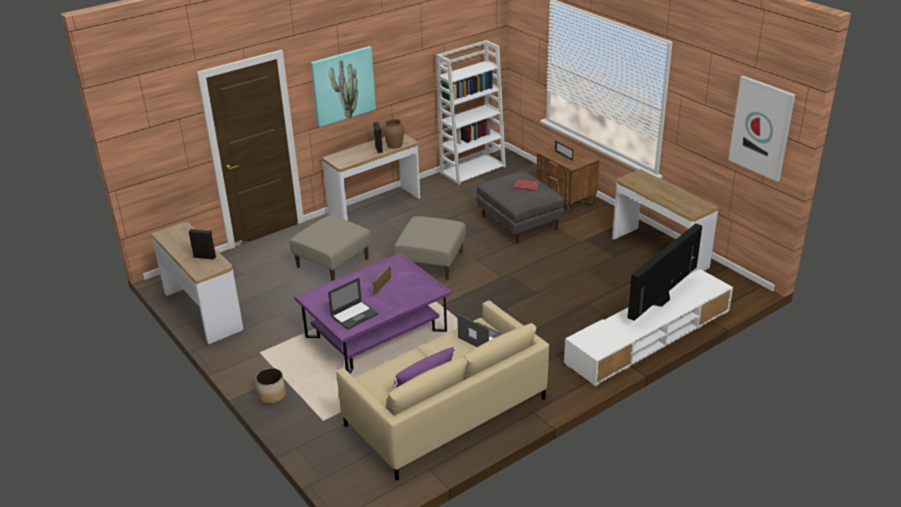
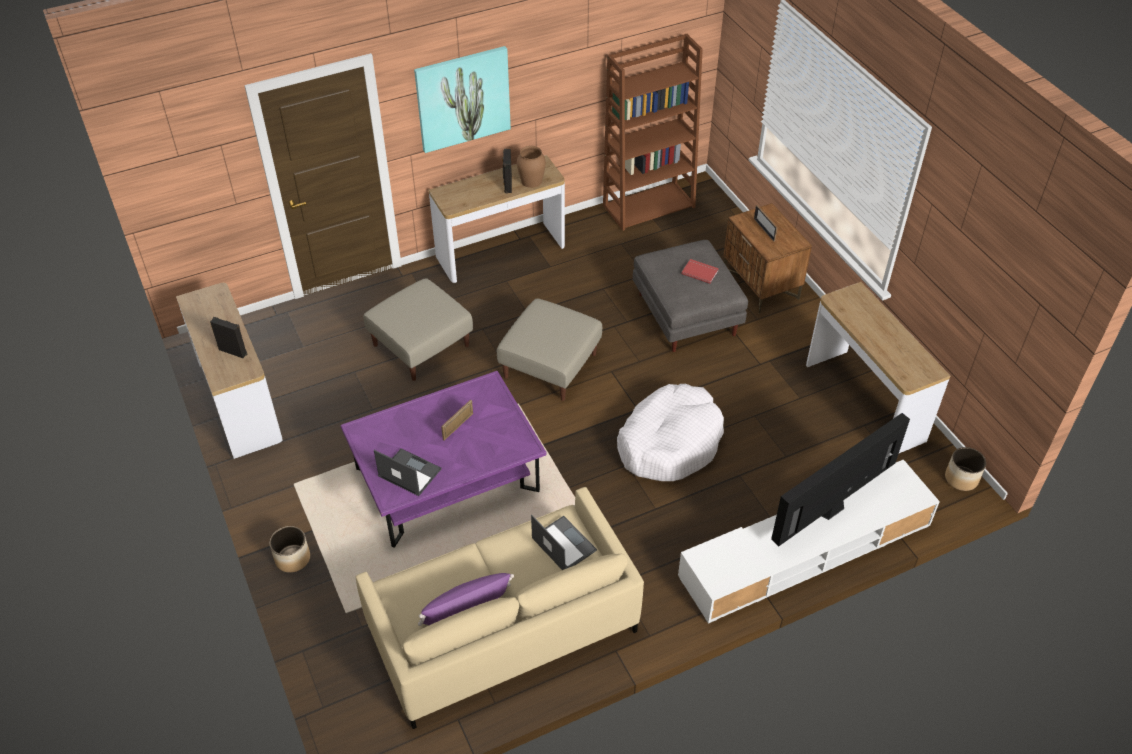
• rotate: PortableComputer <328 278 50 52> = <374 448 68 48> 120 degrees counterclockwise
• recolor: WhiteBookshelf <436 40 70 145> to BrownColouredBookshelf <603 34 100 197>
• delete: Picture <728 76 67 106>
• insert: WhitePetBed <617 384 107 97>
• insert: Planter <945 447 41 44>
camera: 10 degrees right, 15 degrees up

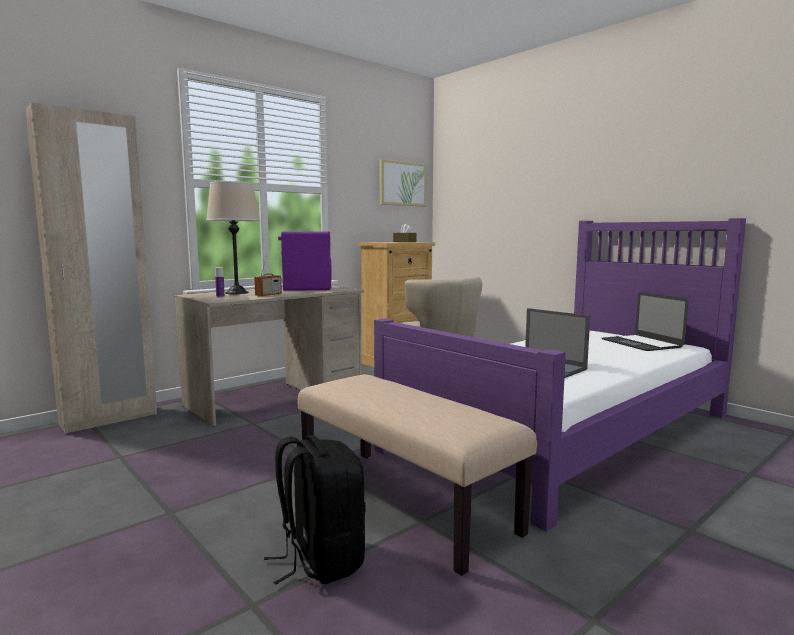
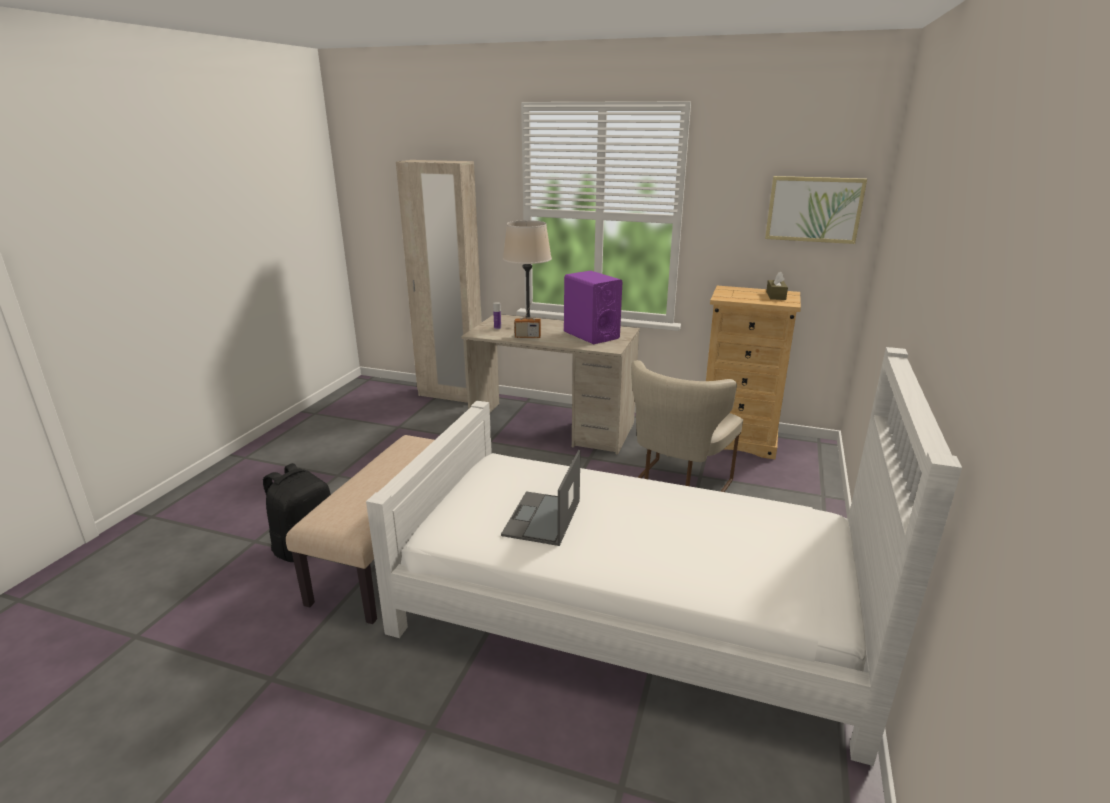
• recolor: PurplishBed <374 218 372 314> to WhiteBed <366 347 596 419>
• delete: PortableComputer <602 292 86 59>
camera: 60 degrees right, 15 degrees up

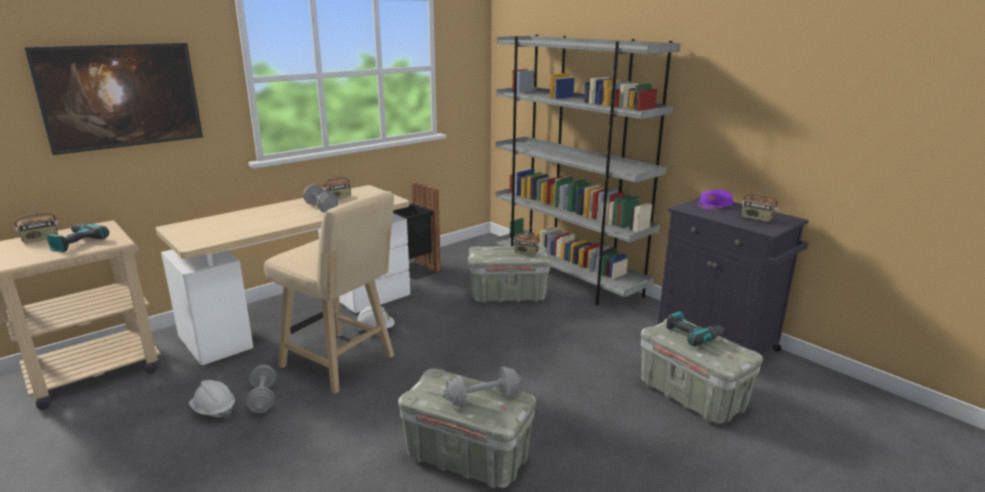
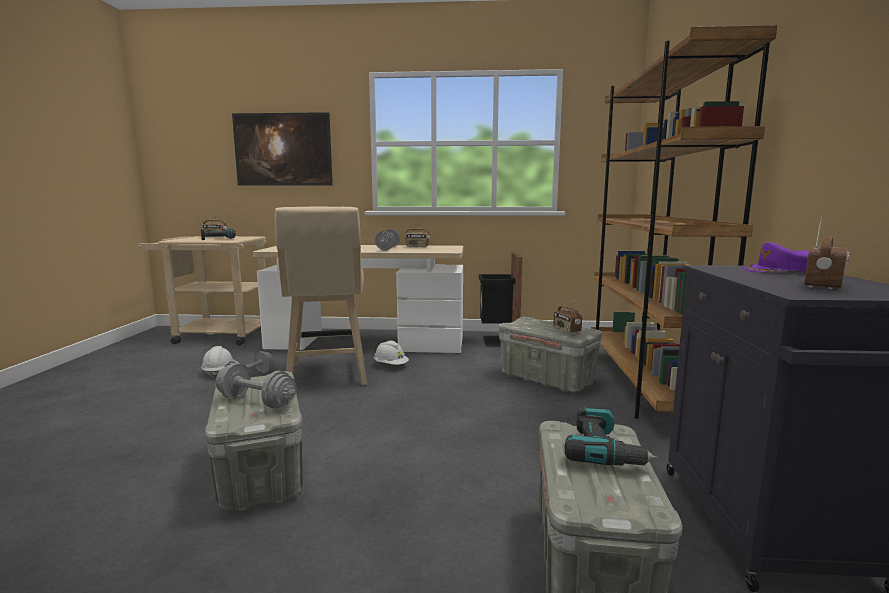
• recolor: GrayBookshelf <495 34 186 271> to BrownColouredBookshelf <591 25 186 394>
• rotate: RadioReceiver <742 186 36 36> = <804 216 45 73> 135 degrees counterclockwise
camera: 45 degrees right, 10 degrees down

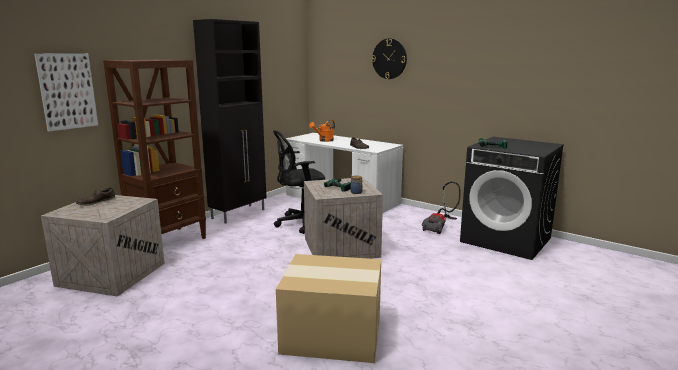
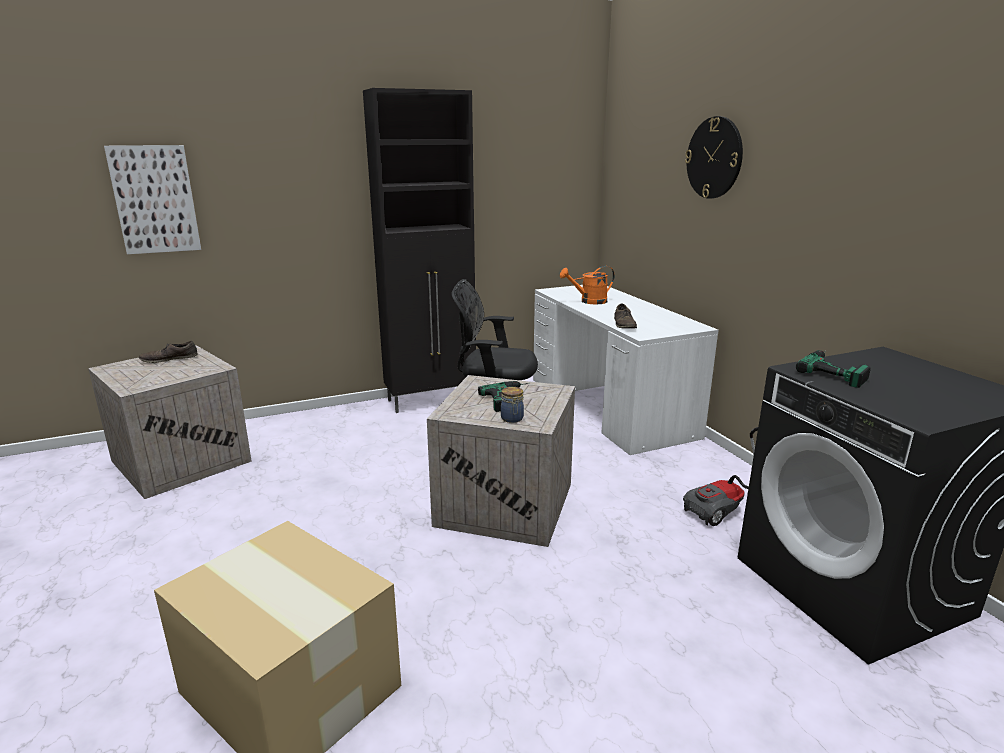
• delete: BrownColouredBookshelf <103 59 103 180>
camera: 30 degrees right, 5 degrees up

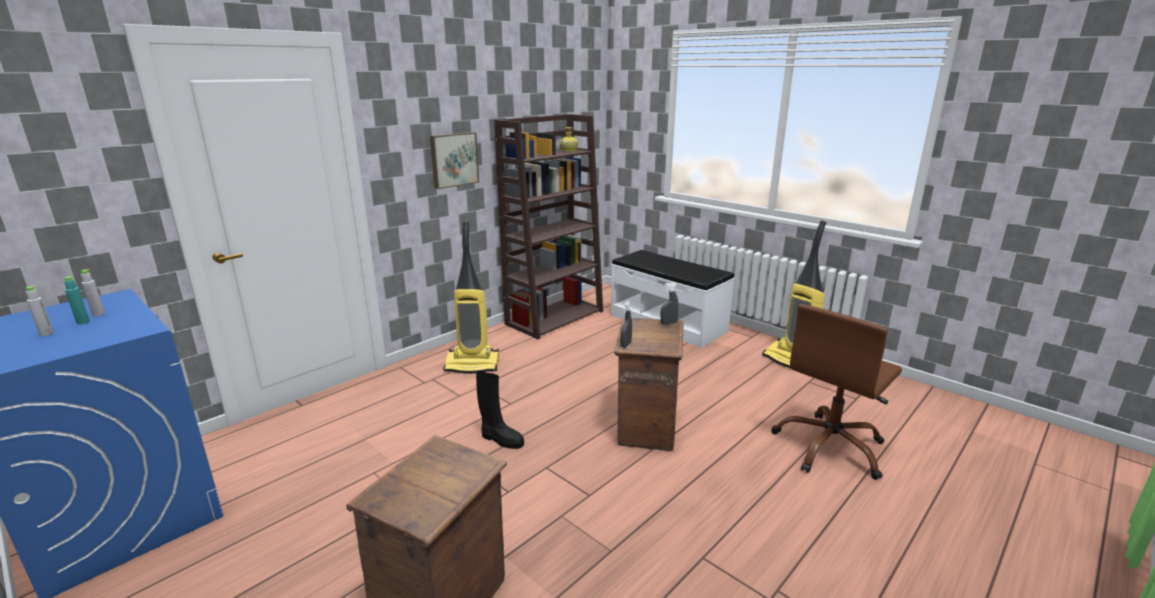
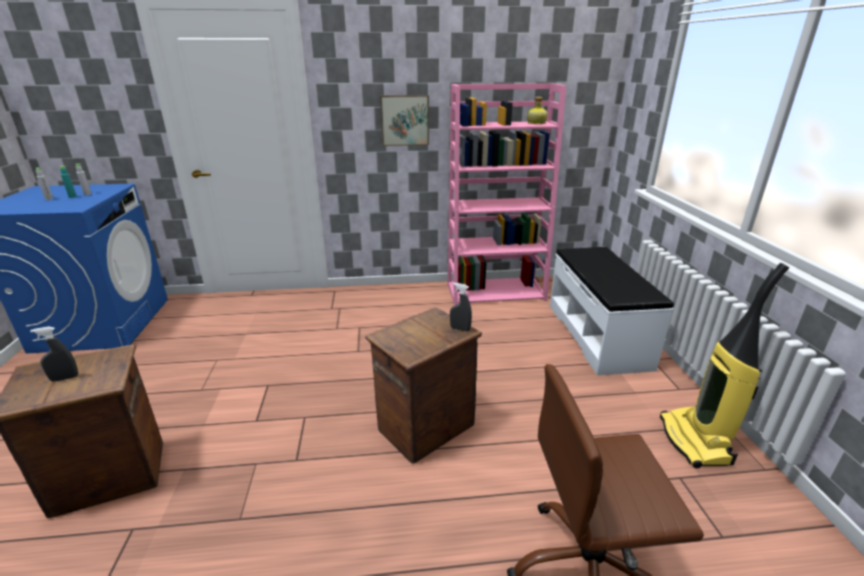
• delete: Hoover <443 222 56 152>
• delete: BlackBoot <476 371 48 78>
• recolor: BrownColouredBookshelf <494 114 109 225> to PinkColouredBookshelf <448 83 118 223>
• move: GrayHandSprayer <621 301 11 47> to <30 327 48 55>
camera: 40 degrees right, 5 degrees up

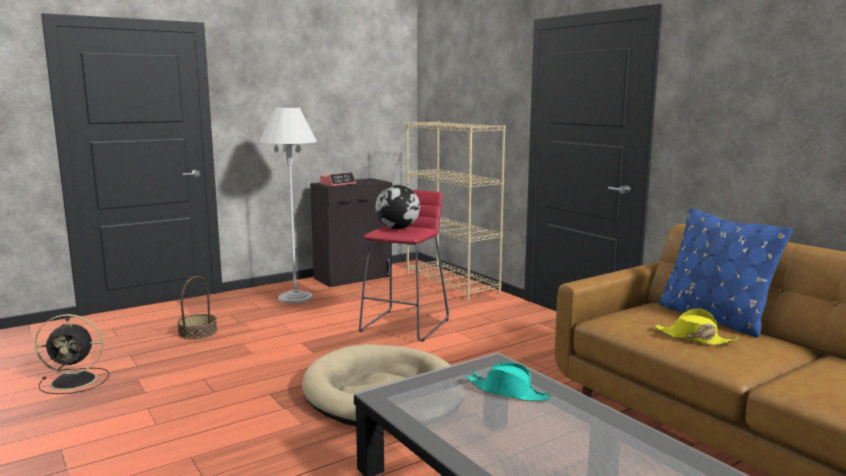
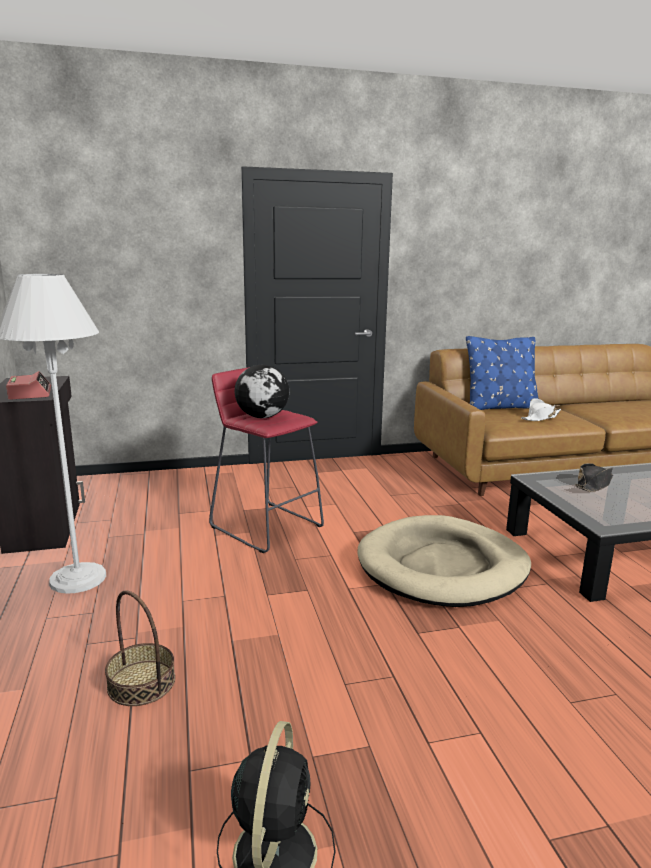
• delete: BeigeColouredBookshelf <406 121 100 179>
• recolor: TurquoiseClothingHat <466 362 87 39> to BlackClothingHat <575 463 38 29>
• recolor: YellowClothingHat <654 308 86 38> to WhiteClothingHat <521 398 40 23>
camera: 70 degrees left, 5 degrees up

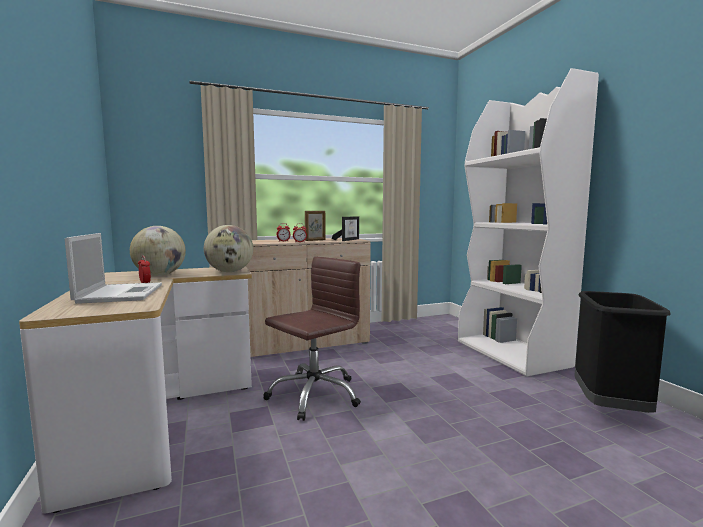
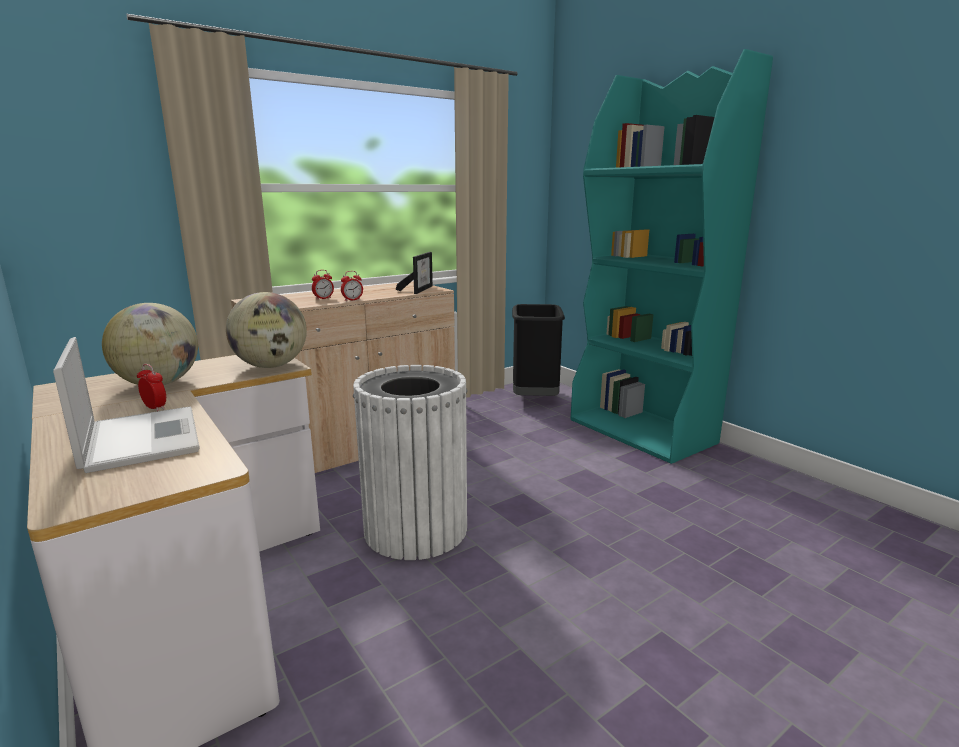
• replace: BrownColouredComputerChair <263 257 98 164> to WhiteWasteBin <353 365 114 195>
• delete: PhotoFrame <305 211 21 30>
• recolor: WhiteBookshelf <458 68 141 308> to TurquoiseBookshelf <570 49 203 415>
• move: BlackWasteBin <574 291 97 122> to <512 304 53 92>
camera: 15 degrees left, 10 degrees up

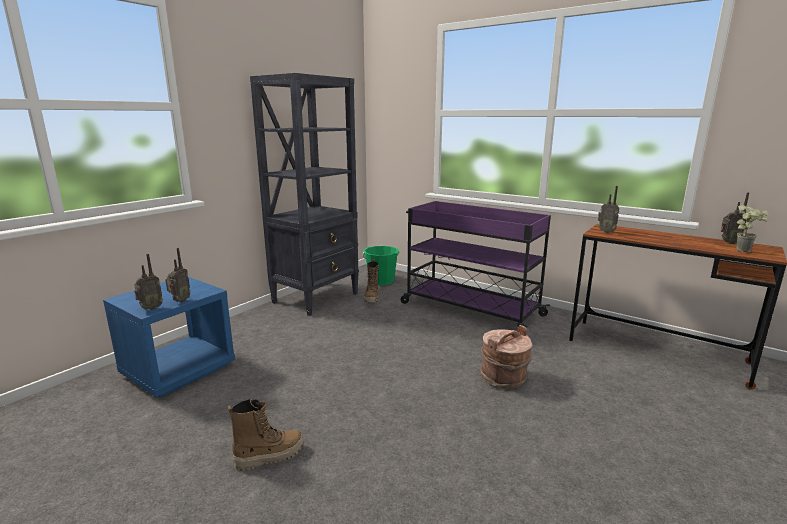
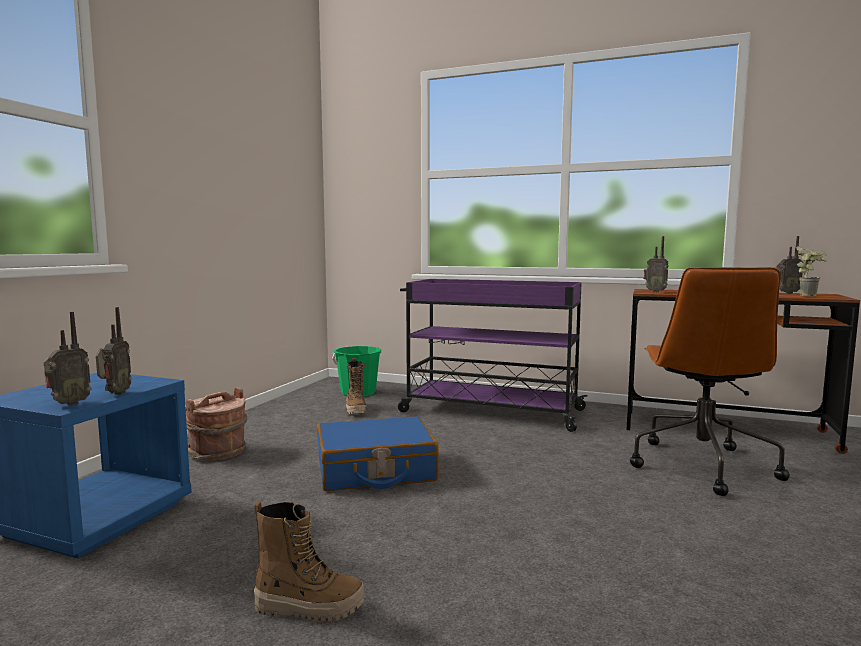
• rotate: Boot <228 399 75 72> = <254 501 111 120> 45 degrees clockwise
• delete: BlackBookshelf <250 73 109 243>
• move: BrownColouredWaterBucket <480 325 52 64> to <185 387 62 74>
• insert: BluishSuitcase <317 416 122 75>
• insert: BrownColouredComputerChair <630 267 160 229>
camera: 15 degrees left, 10 degrees down

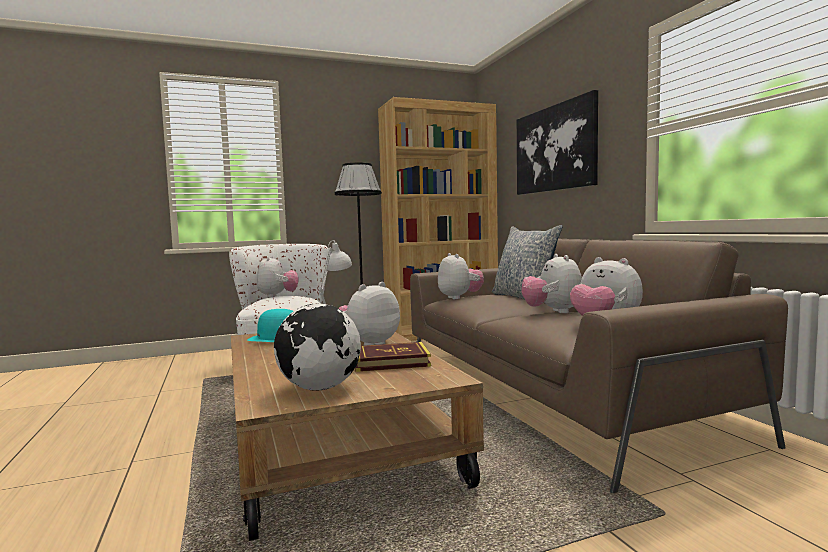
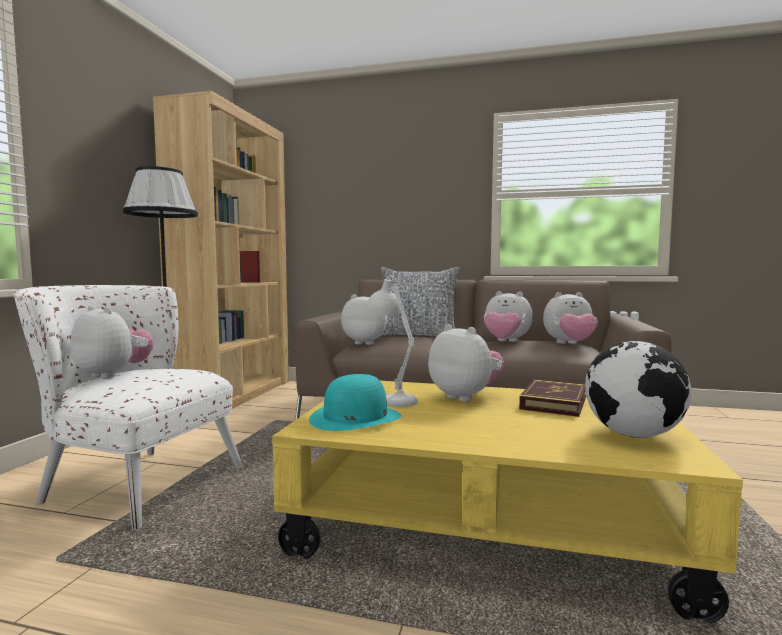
• recolor: BrownColouredCoffeeTable <231 332 253 209> to YellowCoffeeTable <272 381 471 242>
• rotate: CuddlyToy <338 282 62 64> = <428 324 76 78> 150 degrees clockwise
• delete: Picture <517 90 81 105>
camera: 55 degrees left, 0 degrees up

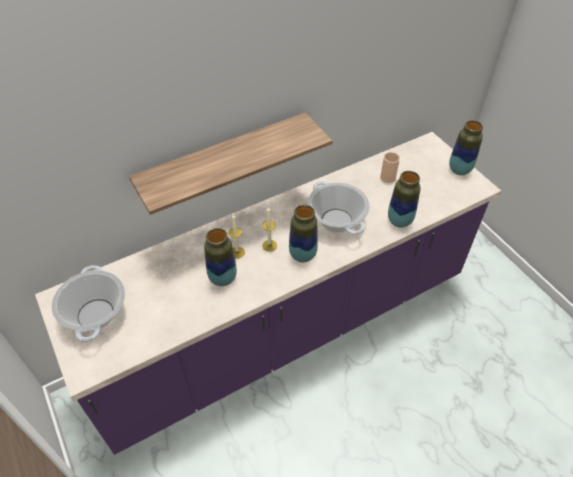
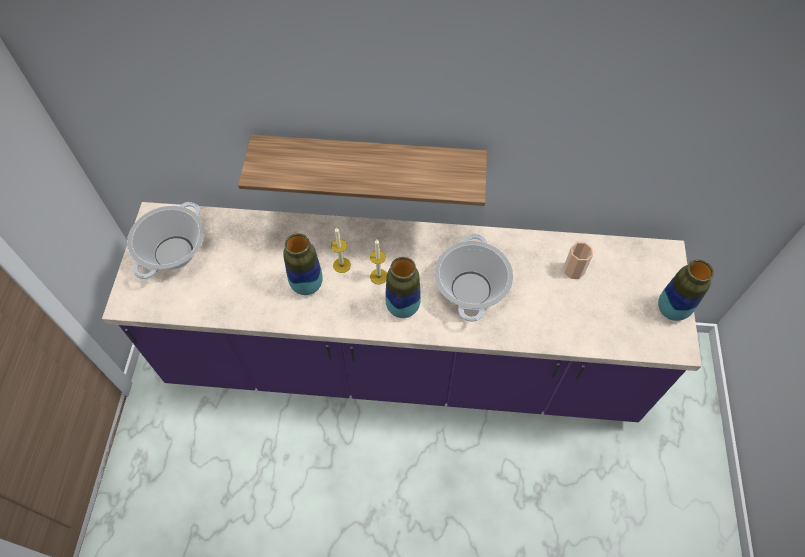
• delete: FlowerVase <388 171 32 57>
camera: 35 degrees right, 10 degrees up

